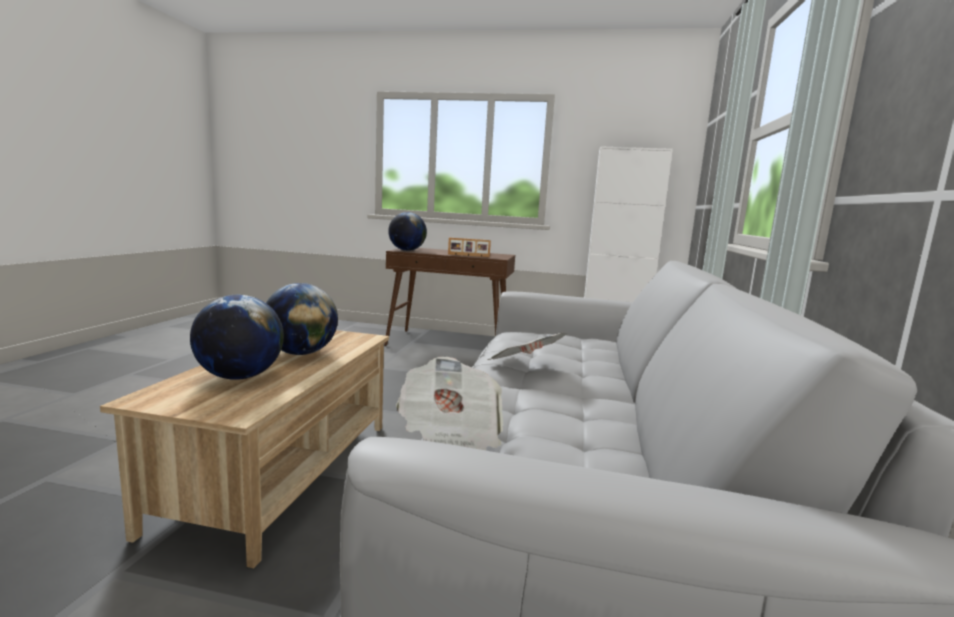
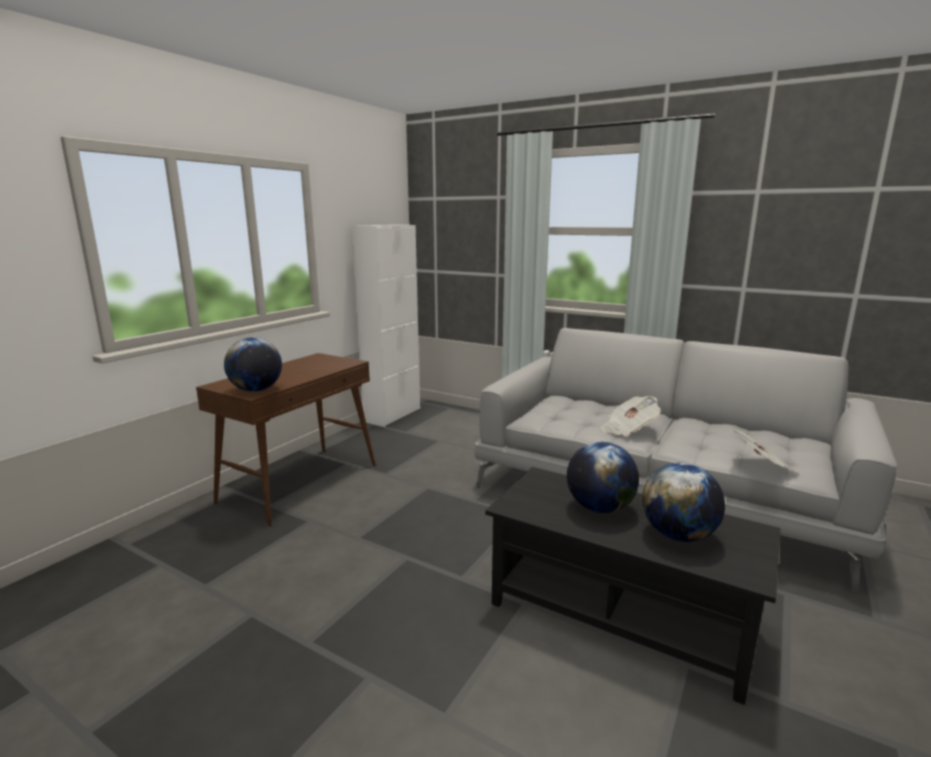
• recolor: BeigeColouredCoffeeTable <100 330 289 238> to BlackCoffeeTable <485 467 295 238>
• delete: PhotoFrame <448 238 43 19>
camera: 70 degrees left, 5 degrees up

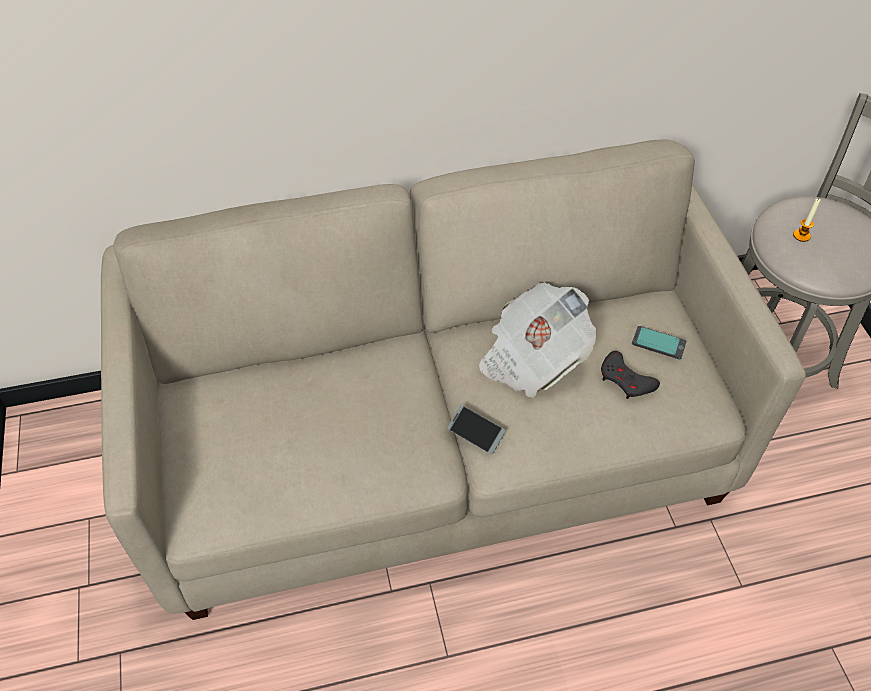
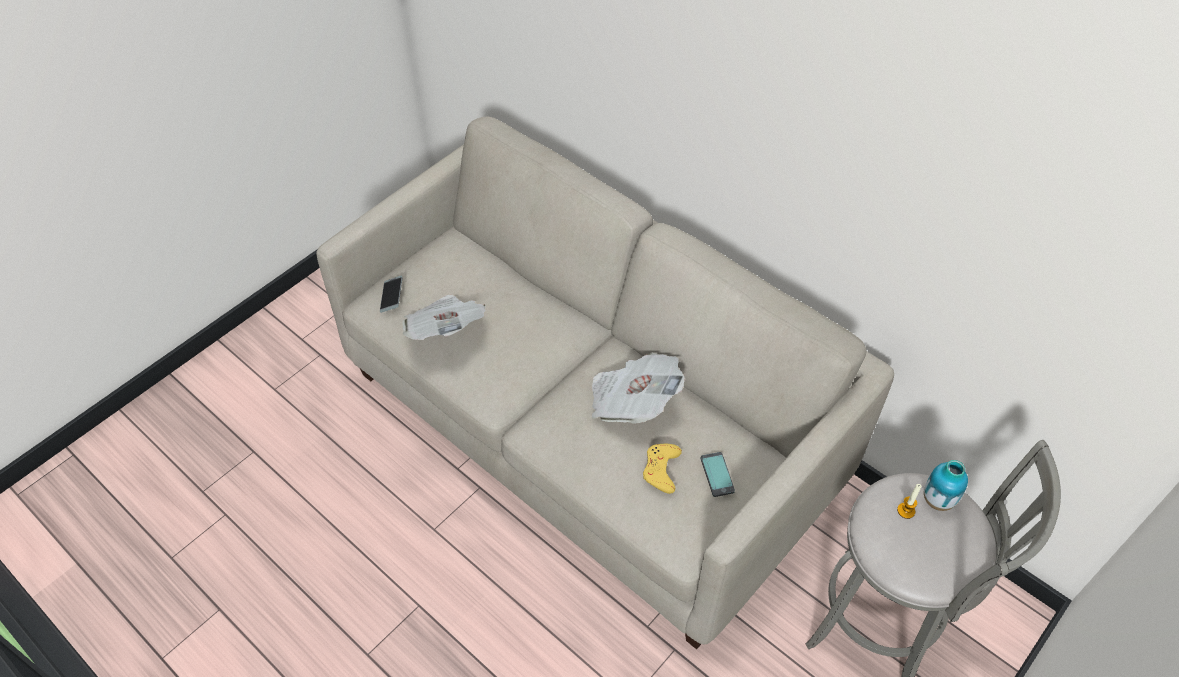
• move: Phone <447 405 59 49> to <380 276 23 37>
• recolor: GrayGameController <601 351 59 48> to YellowGameController <643 444 39 50>
• insert: PrintedPaper <402 294 84 46>
• insert: FlowerVase <924 460 44 51>
camera: 55 degrees right, 0 degrees up

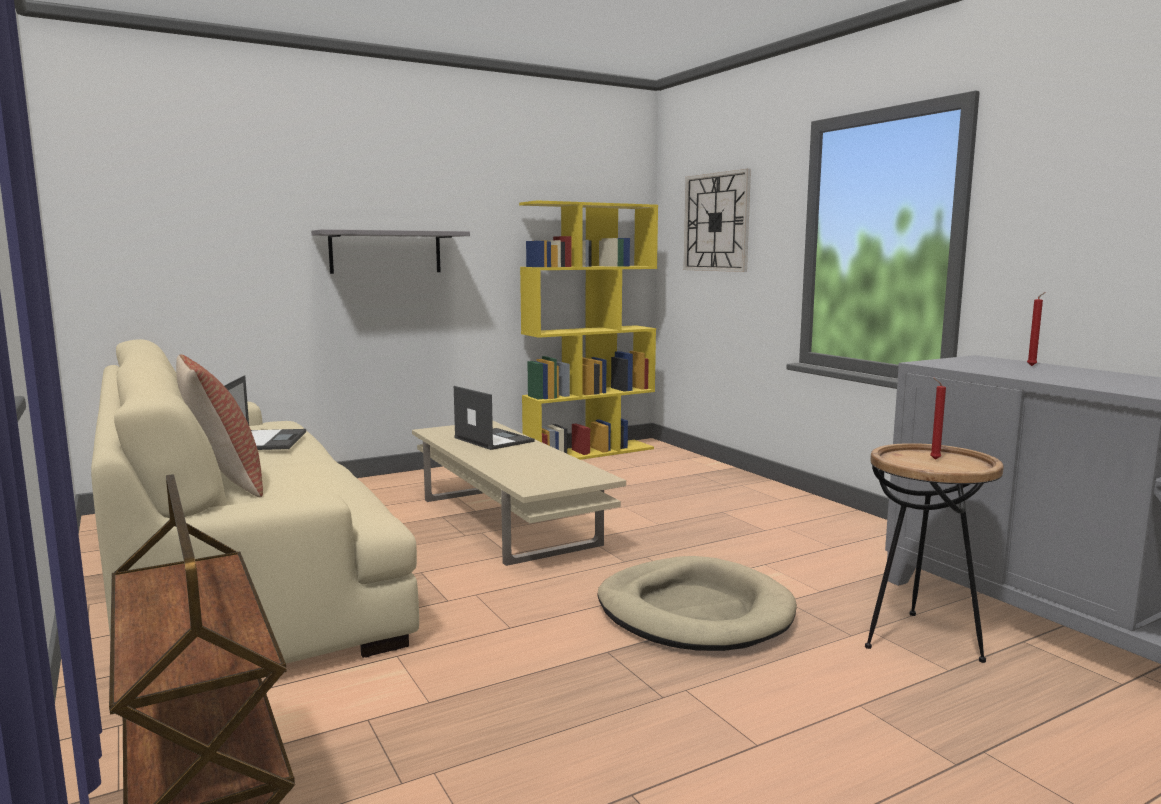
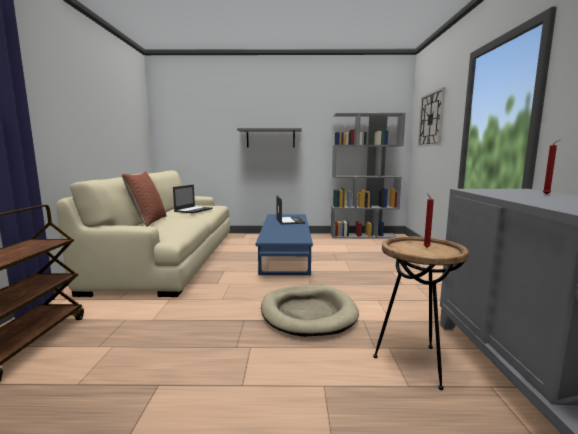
• recolor: BeigeColouredCoffeeTable <412 421 214 145> to BluishCoffeeTable <256 214 57 61>
• recolor: YellowBookshelf <519 200 139 260> to GrayBookshelf <331 113 75 125>
camera: 30 degrees right, 0 degrees up

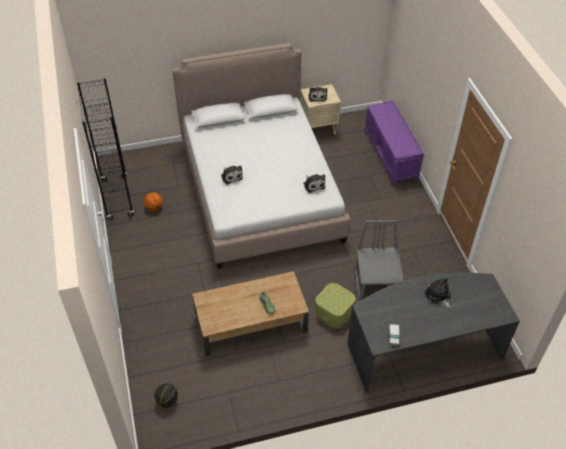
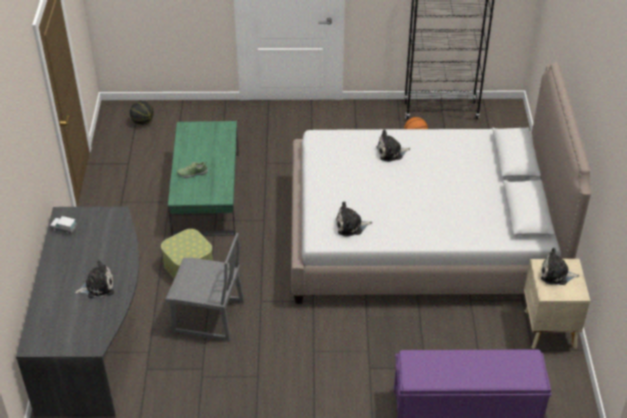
• recolor: BrownColouredCoffeeTable <192 271 117 85> to GreenishCoffeeTable <168 121 71 115>
camera: 105 degrees right, 5 degrees down

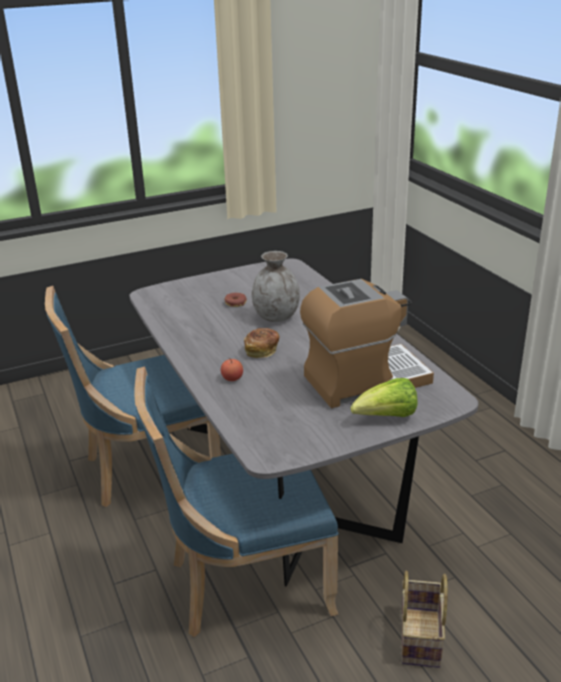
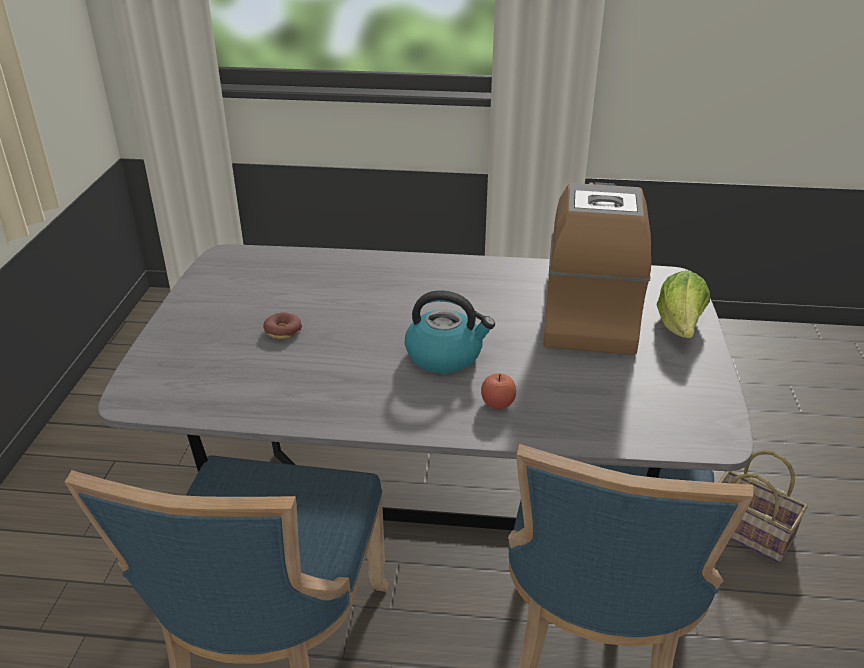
• replace: BakedBread <244 328 35 30> to Kettle <405 290 90 83>
• delete: GrayFlowerVase <251 251 49 71>
camera: 60 degrees left, 5 degrees up

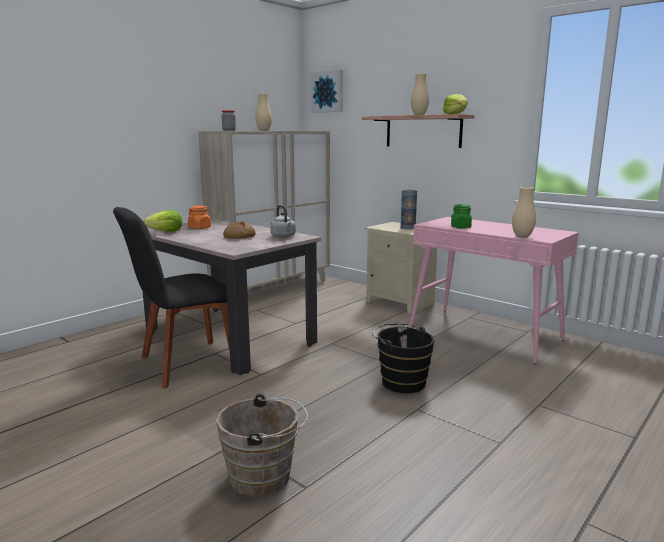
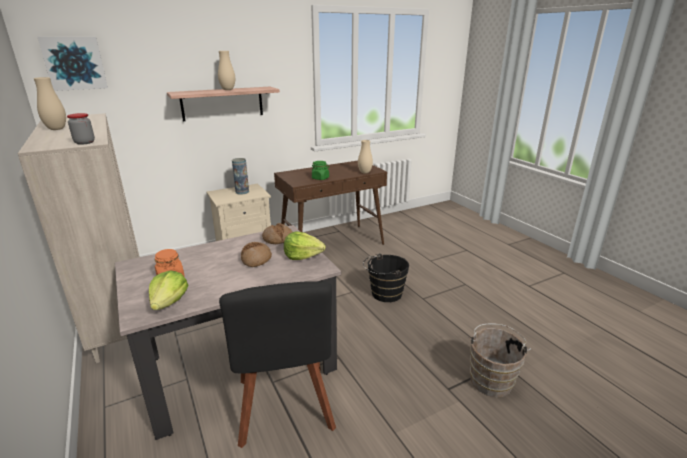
• replace: GrayKettle <270 205 26 33> to BakedBread <262 223 31 21>
• recolor: PinkColouredConsoleTable <409 217 170 147> to BrownColouredConsoleTable <274 161 113 84>
• move: Lettuce <443 94 25 20> to <284 232 41 28>
camera: 70 degrees left, 10 degrees up

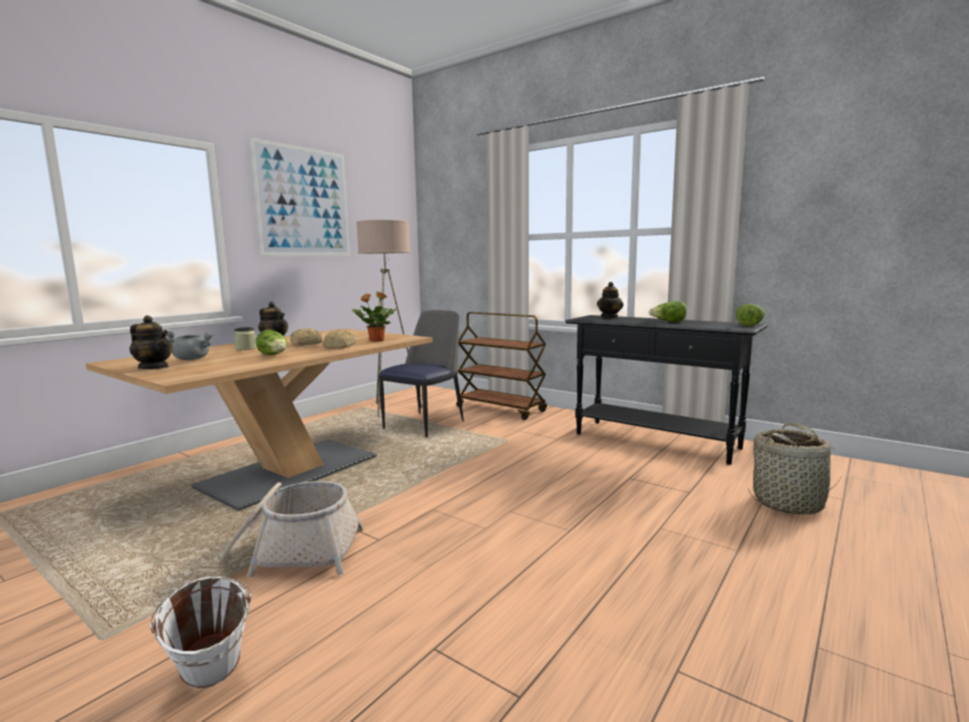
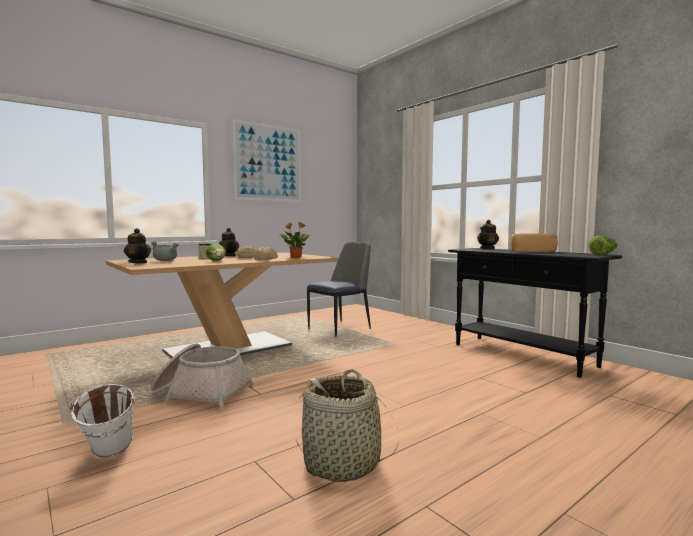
• delete: BeigeColouredStandingLamp <356 220 66 197>
• delete: BrownColouredWheeledCart <456 312 91 108>
• replace: Lettuce <649 301 38 21> to BakedBread <510 233 48 19>
• move: StorageBasket <748 423 94 91> to <296 369 103 113>
camera: 15 degrees right, 5 degrees down

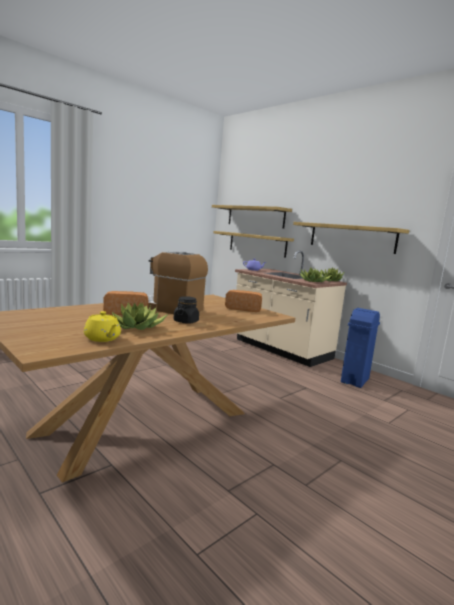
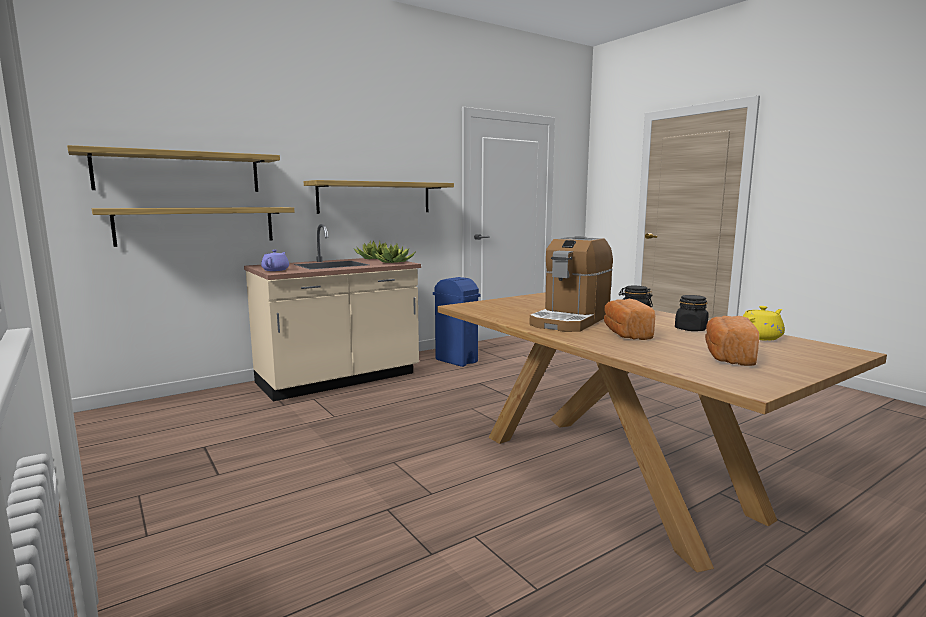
• replace: PlantInAPot <112 303 56 27> to BlackJar <675 295 34 36>
• move: BakedBread <225 290 37 22> to <705 316 54 50>
camera: 80 degrees left, 0 degrees up

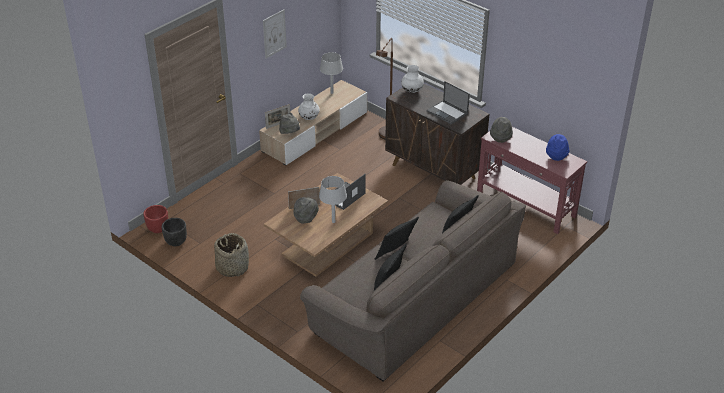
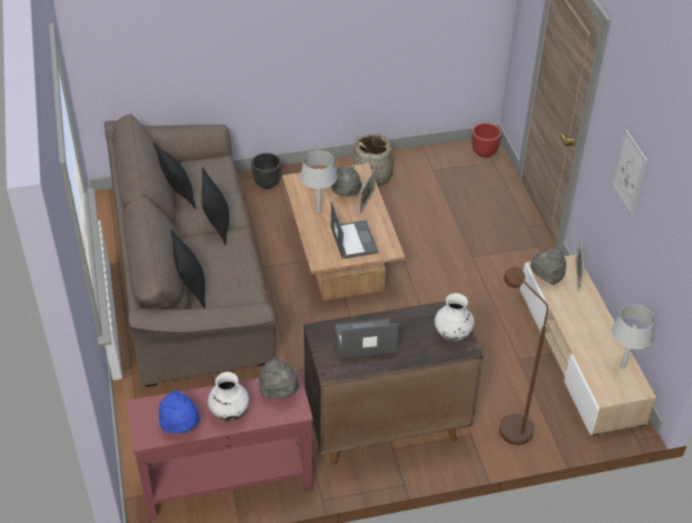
• move: BlackPlanter <162 218 25 28> to <251 153 30 36>
• move: WhiteFlowerVase <298 93 22 27> to <208 372 41 49>
camera: 125 degrees right, 5 degrees up

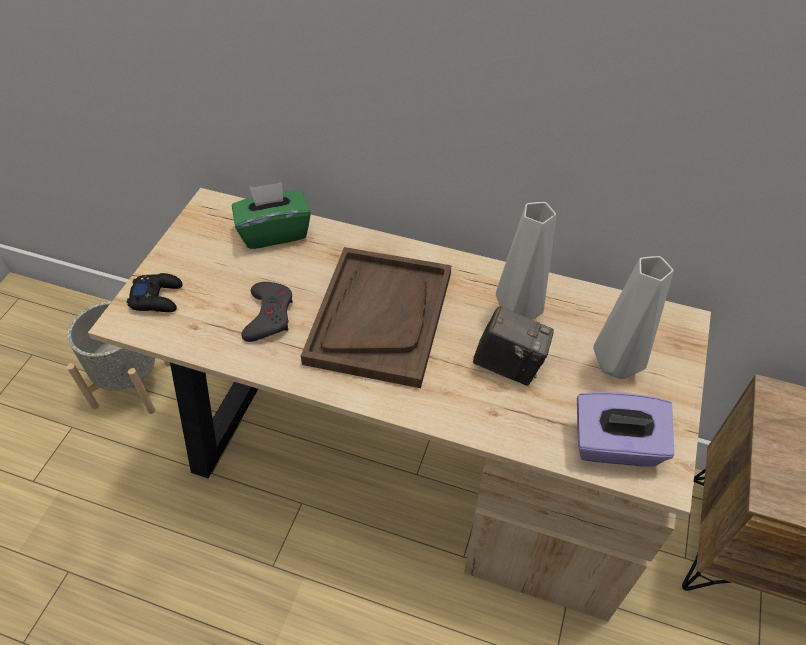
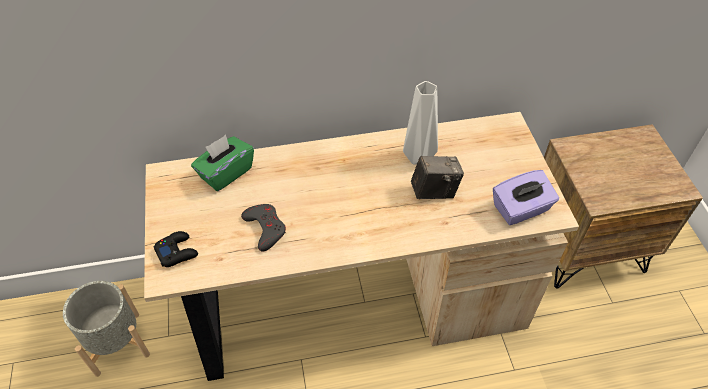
• delete: BrownColouredServingTray <301 247 150 141>
• delete: GrayFlowerVase <593 256 81 123>
camera: 30 degrees left, 0 degrees up

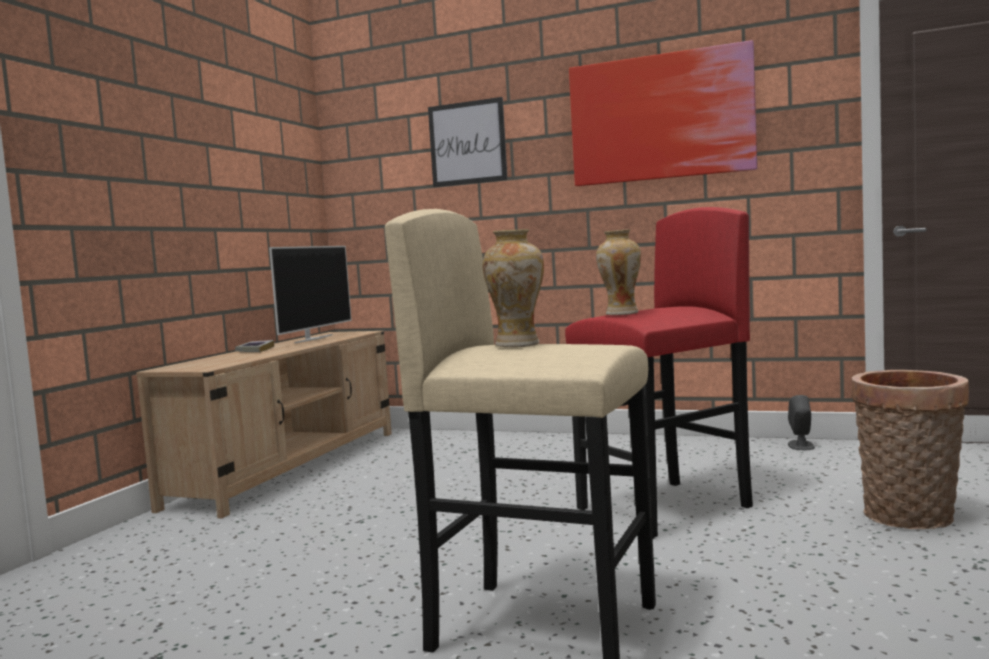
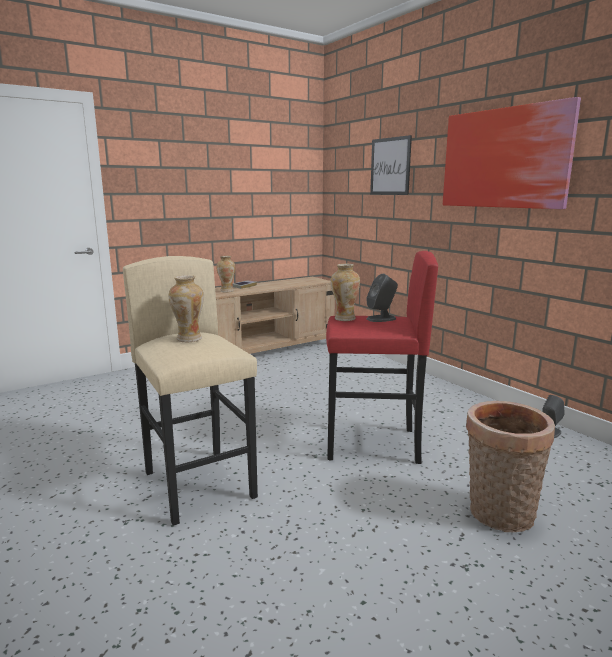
• delete: Tv <269 246 83 97>
• insert: FlowerVase <216 256 19 36>
• insert: GrayAudioSpeaker <367 274 31 48>
camera: 35 degrees right, 10 degrees up

